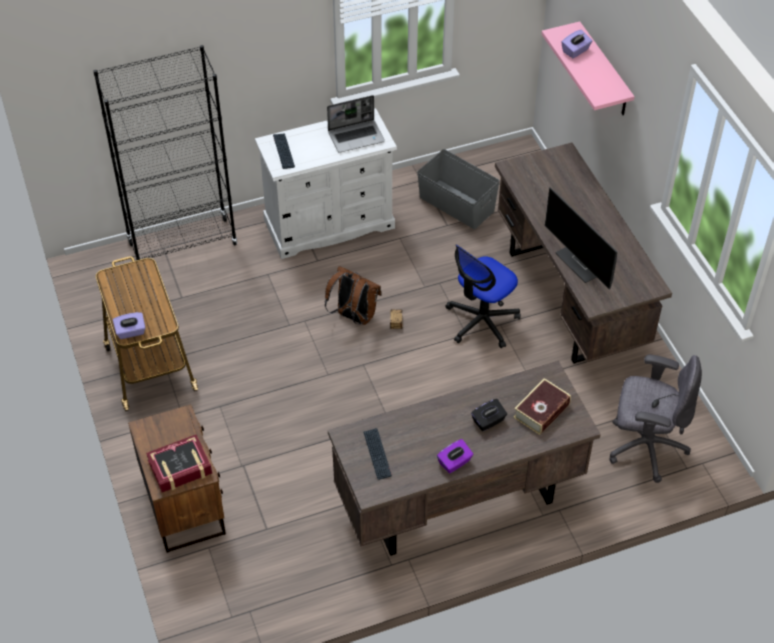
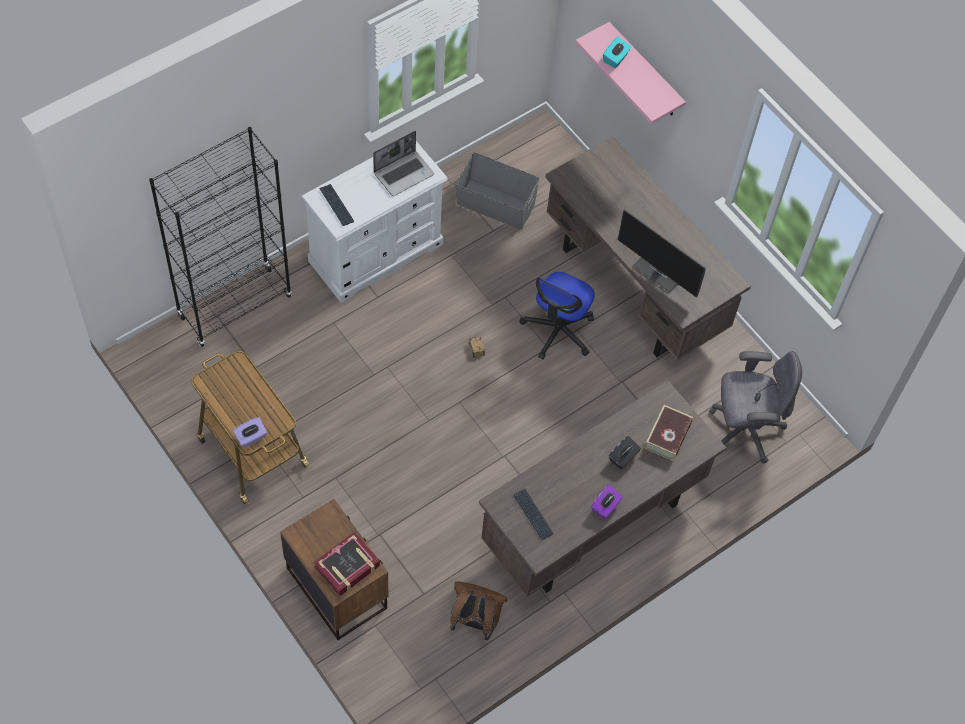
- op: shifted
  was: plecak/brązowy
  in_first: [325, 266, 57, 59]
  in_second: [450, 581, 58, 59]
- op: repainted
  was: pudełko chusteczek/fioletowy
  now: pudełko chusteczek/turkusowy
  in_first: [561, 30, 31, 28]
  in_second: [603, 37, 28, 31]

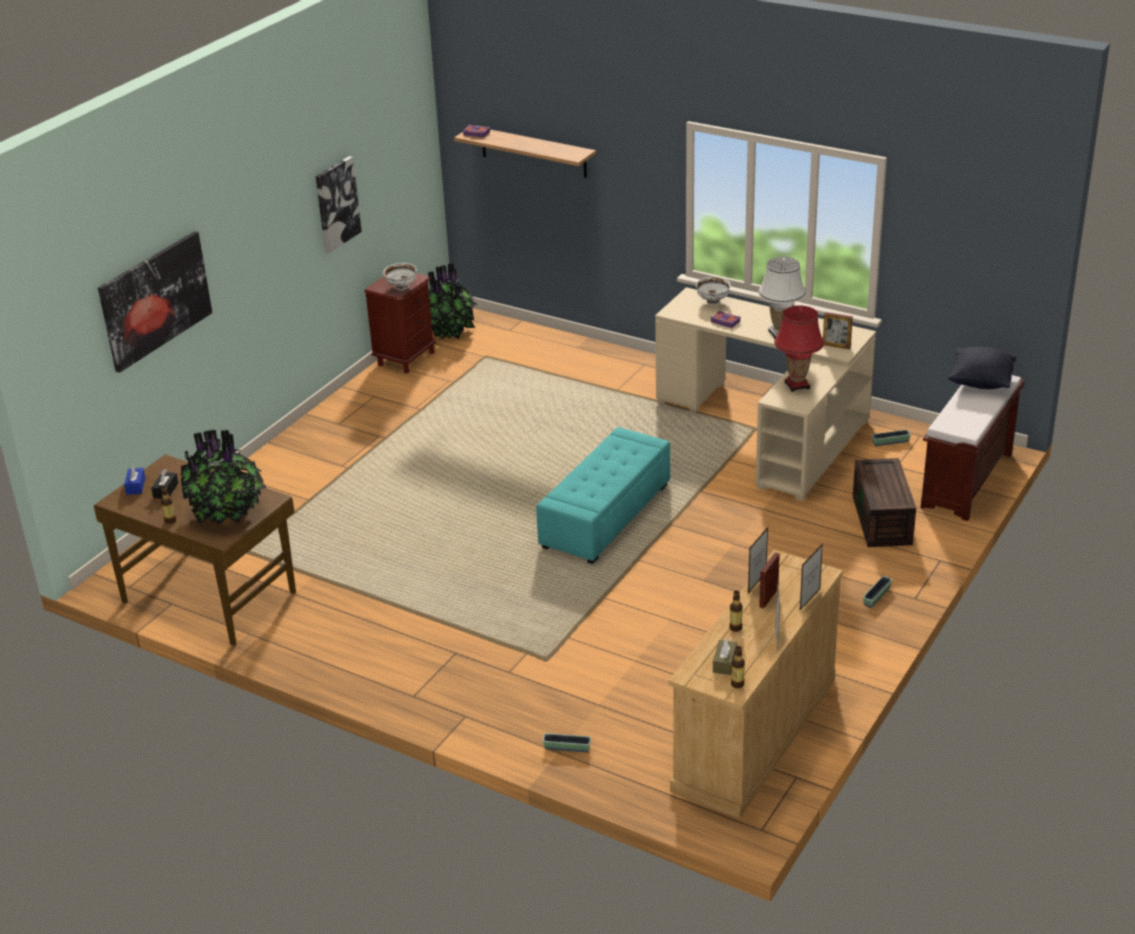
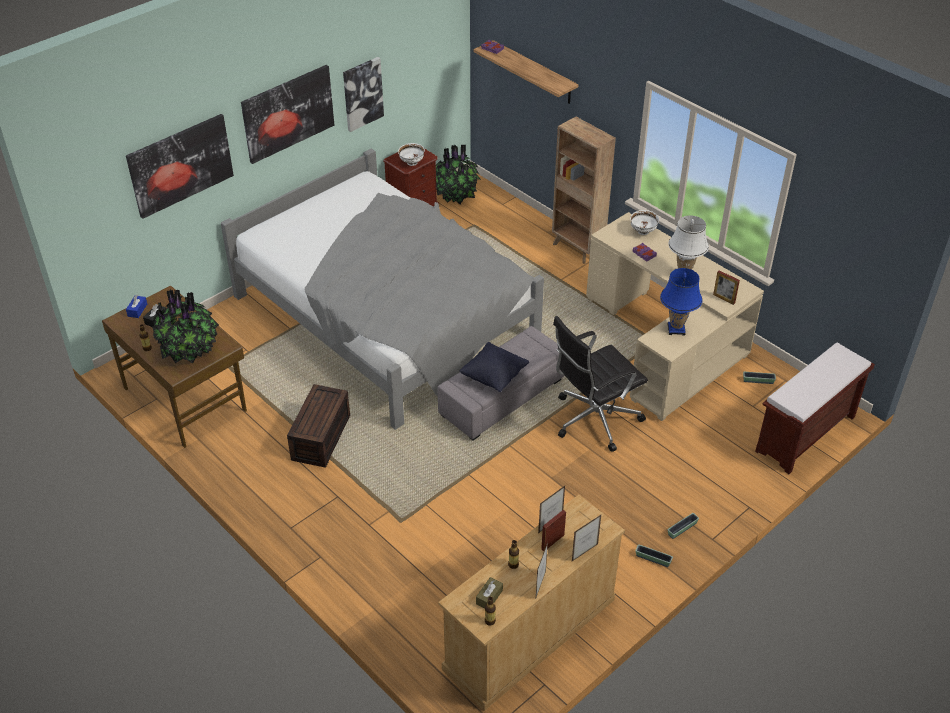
- op: repainted
  was: pufa/turkusowy
  now: pufa/szary
  in_first: [536, 427, 134, 137]
  in_second: [438, 326, 126, 114]
- op: shifted
  was: donica
  in_first: [542, 733, 49, 19]
  in_second: [635, 544, 38, 23]
- op: repainted
  was: lampa stołowa/czerwony
  now: lampa stołowa/niebieski
  in_first: [774, 306, 50, 86]
  in_second: [660, 268, 42, 68]
- op: shifted
  was: pojemnik do przechowywania/brązowy
  in_first: [853, 458, 63, 89]
  in_second: [287, 384, 63, 84]
- op: shifted
  was: poduszka/czarny
  in_first: [948, 347, 69, 42]
  in_second: [459, 342, 70, 50]
- op: new
  now: łóżko/szary
  in_second: [221, 149, 323, 281]
- op: new
  now: obraz
  in_second: [241, 65, 93, 99]
- op: new
  now: regał/brązowy
  in_second: [552, 117, 64, 147]
- op: new
  now: krzesło biurowe/czarny
  in_second: [553, 316, 95, 136]

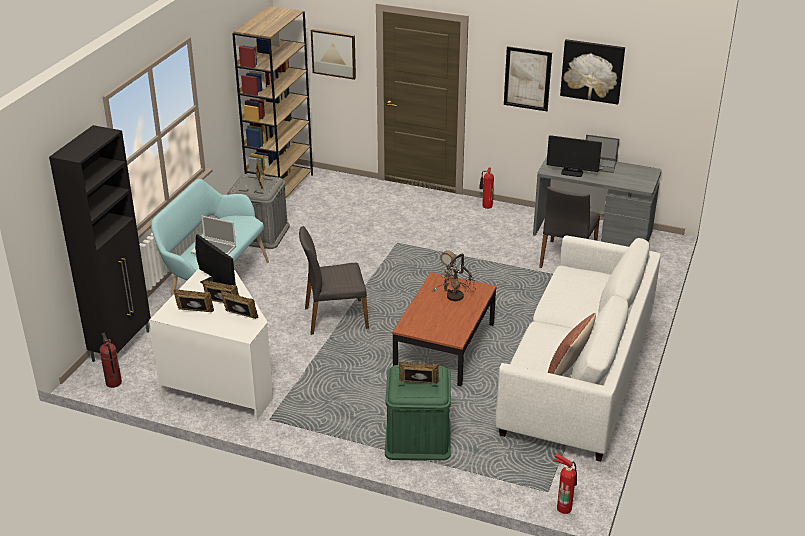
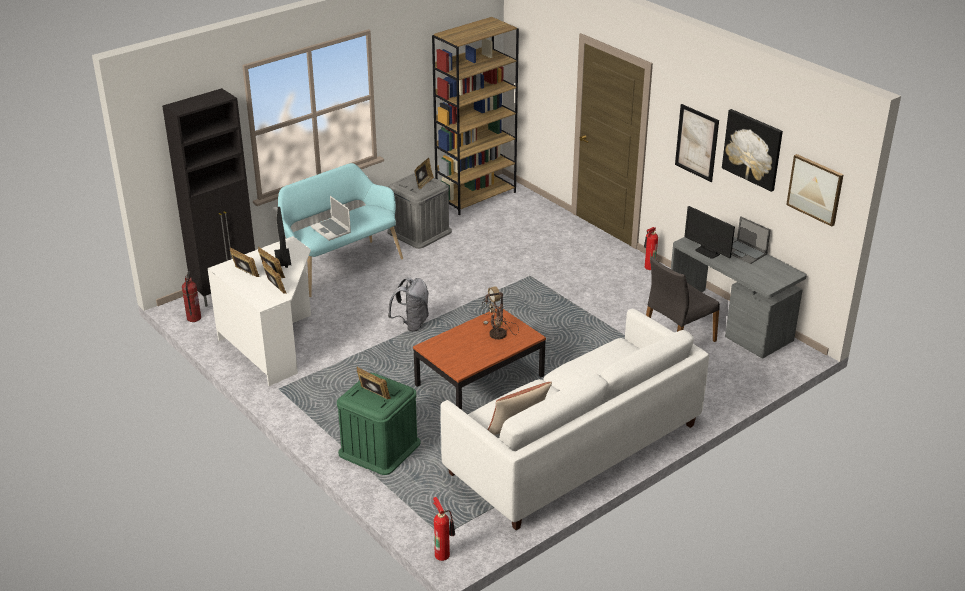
- op: swapped
  was: krzesło/szary
  now: plecak/szary
  in_first: [299, 226, 70, 109]
  in_second: [388, 277, 41, 55]
- op: shifted
  was: obraz
  in_first: [311, 29, 45, 51]
  in_second: [786, 154, 57, 73]

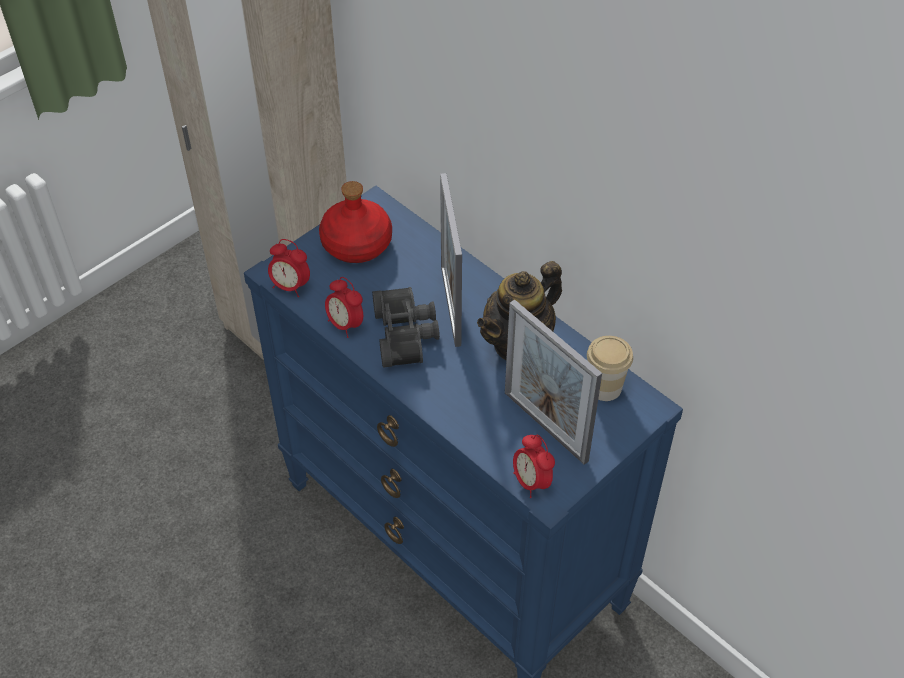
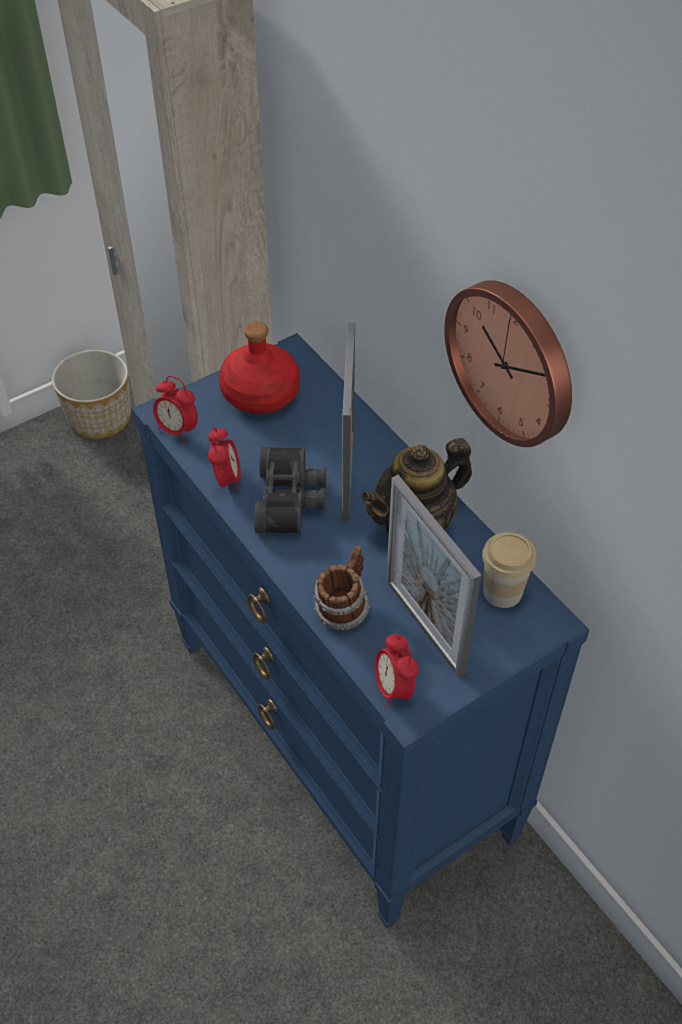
- op: rotated
  was: budzik
  in_first: [325, 277, 38, 61]
  in_second: [208, 428, 33, 64]
  clockwise: -150
- op: new
  now: donica
  in_second: [52, 350, 79, 89]
- op: new
  now: kubek
  in_second: [314, 545, 56, 86]
- op: new
  now: zegar ścienny
  in_second: [444, 280, 128, 167]

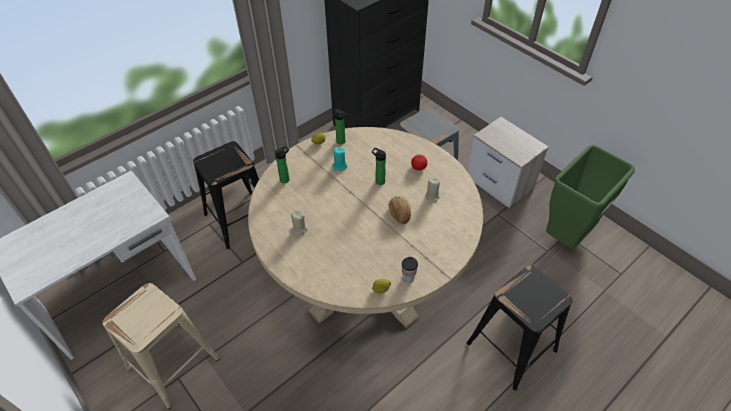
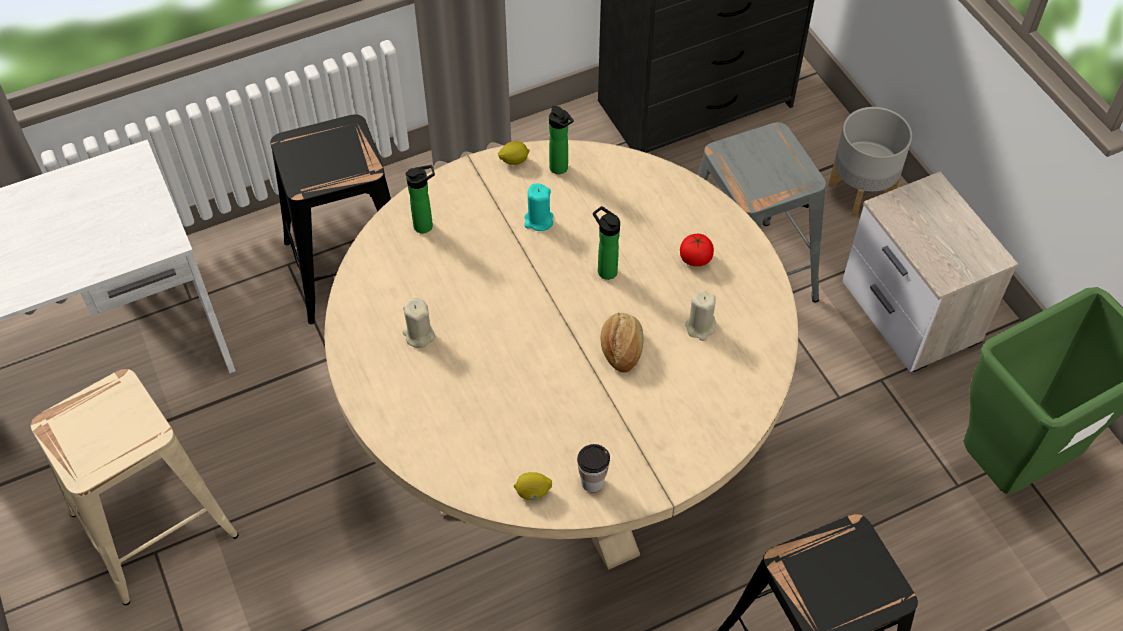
- op: new
  now: donica/szary
  in_second: [828, 107, 84, 110]

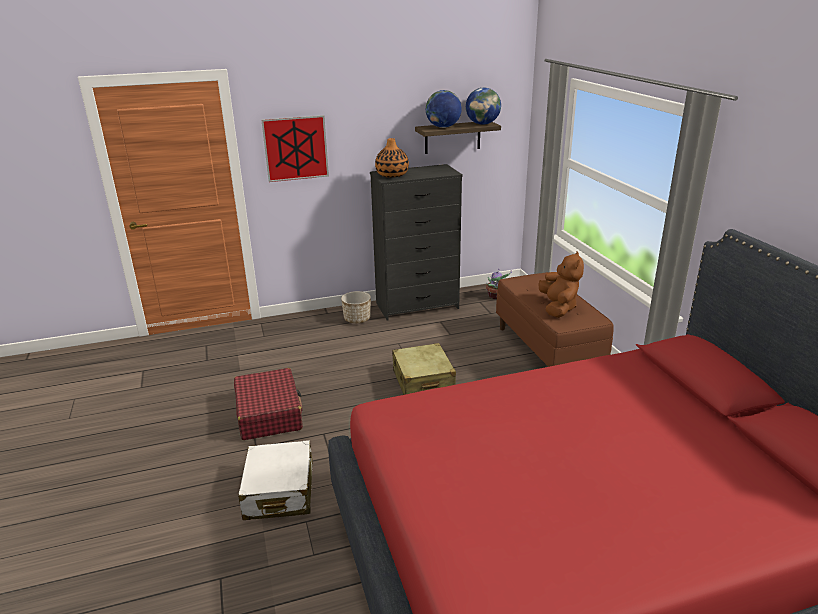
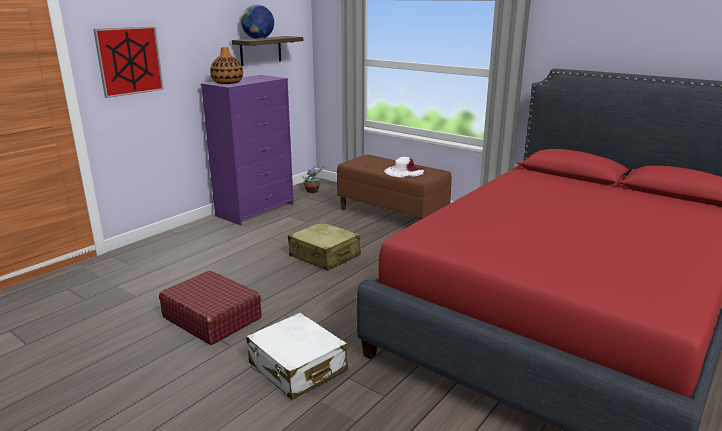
- op: gone
  was: donica
  in_first: [341, 291, 30, 32]
- op: repainted
  was: komoda/czarny
  now: komoda/fioletowy
  in_first: [370, 164, 93, 157]
  in_second: [201, 75, 93, 150]
- op: gone
  was: globus
  in_first: [466, 88, 35, 37]
- op: swapped
  was: pluszak/brązowy
  now: kapelusz/biały
  in_first: [538, 252, 46, 66]
  in_second: [384, 157, 41, 21]

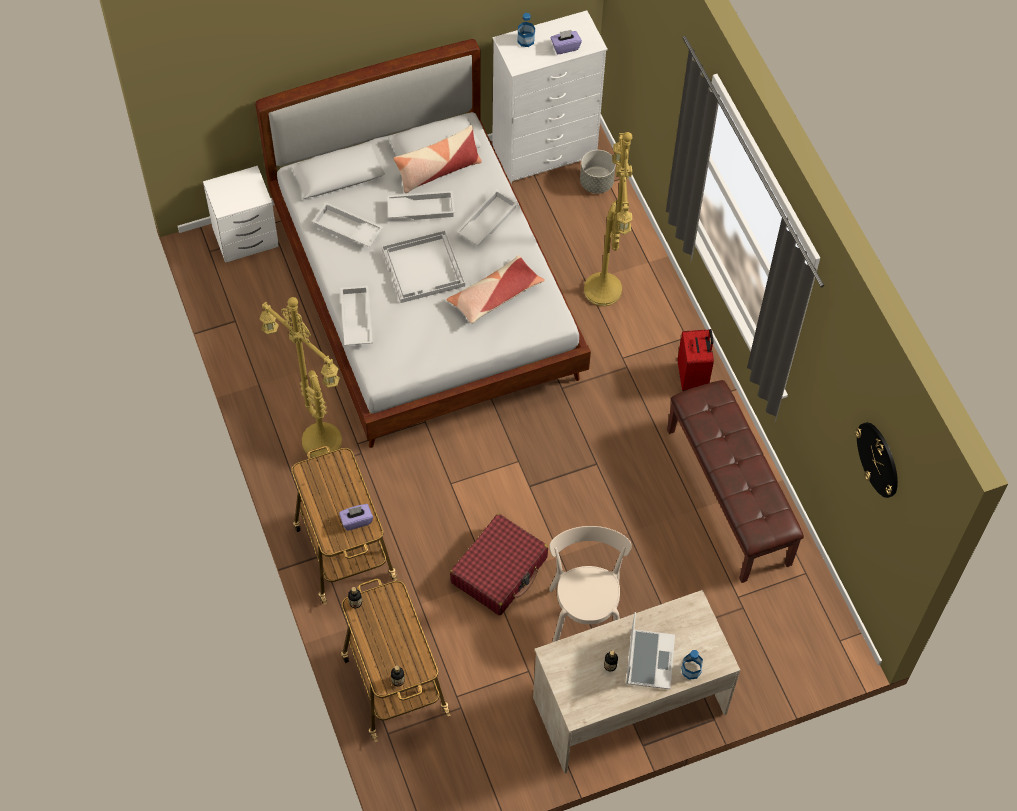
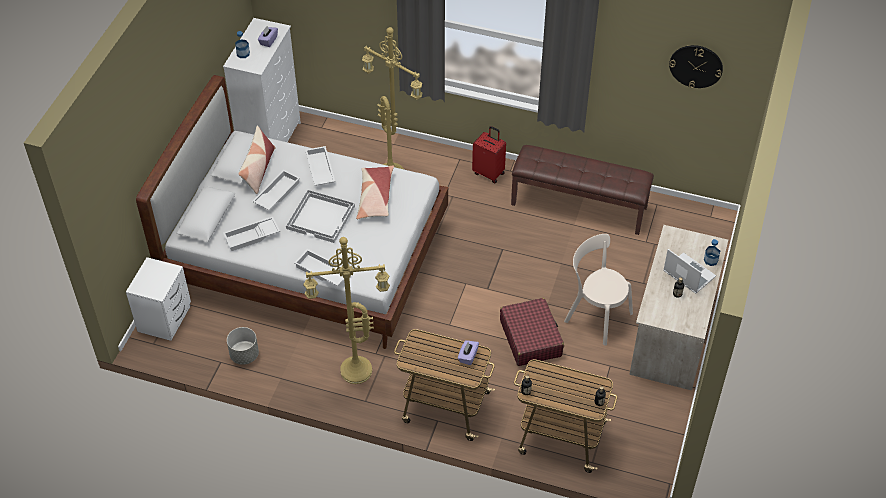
- op: shifted
  was: donica/szary
  in_first: [580, 150, 36, 44]
  in_second: [227, 327, 32, 38]

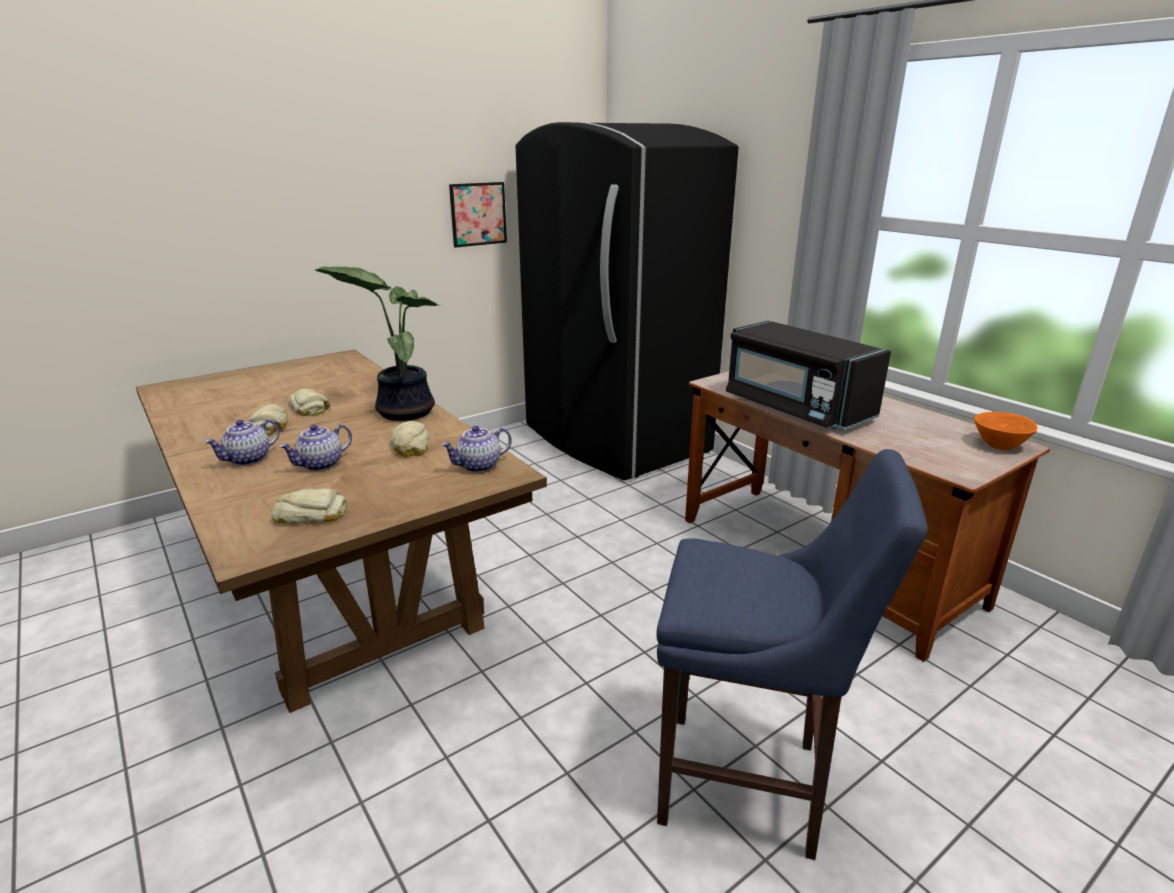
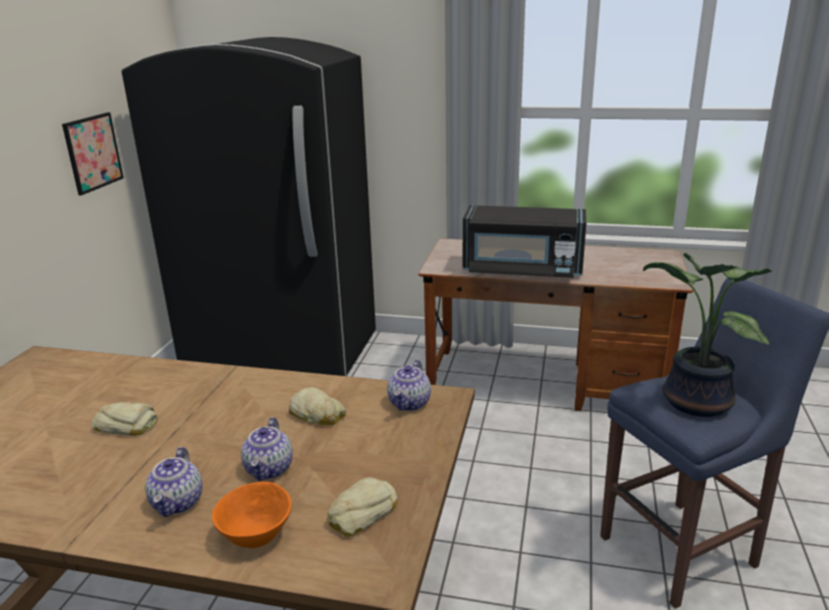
- op: gone
  was: chleb
  in_first: [249, 404, 39, 31]
- op: shifted
  was: roślina doniczkowa
  in_first: [315, 267, 126, 154]
  in_second: [643, 253, 129, 164]
- op: shifted
  was: miska/pomarańczowy
  in_first: [974, 412, 64, 38]
  in_second: [212, 482, 79, 66]

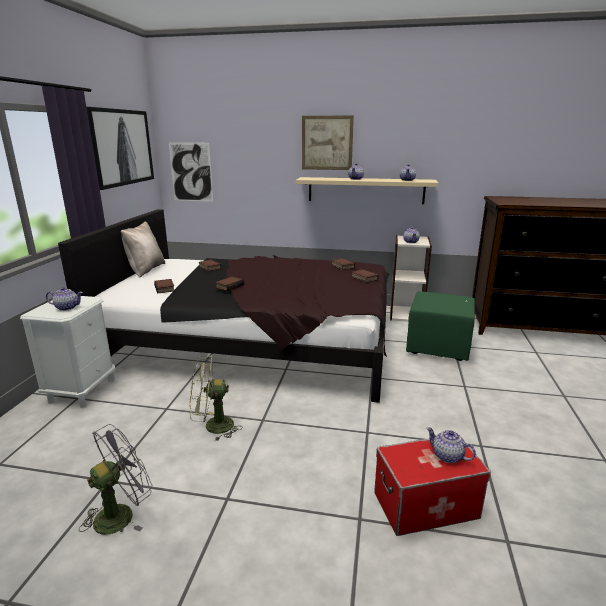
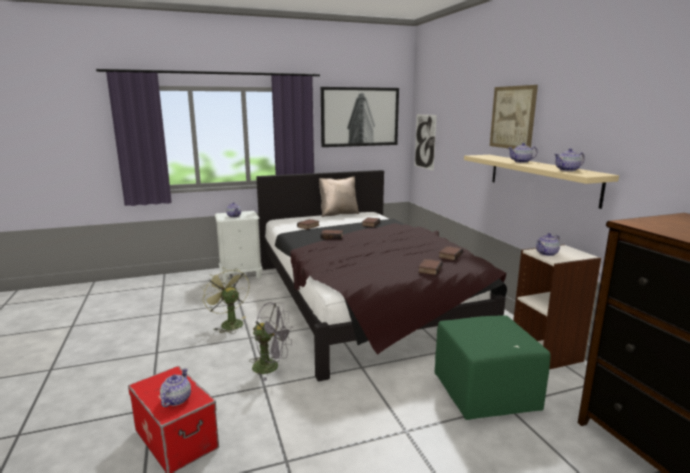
- op: shifted
  was: wentylator/szary
  in_first: [79, 424, 73, 111]
  in_second: [249, 302, 44, 79]

